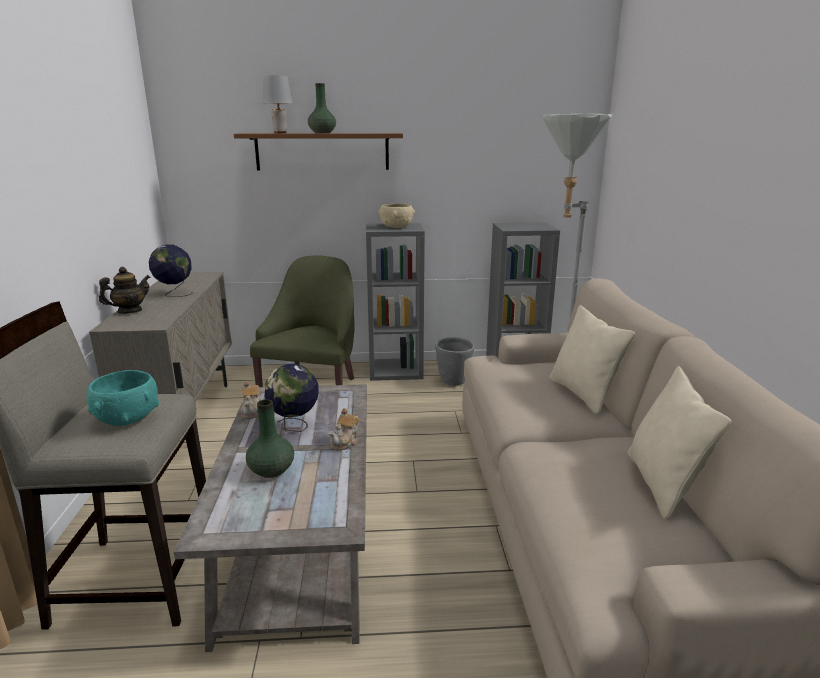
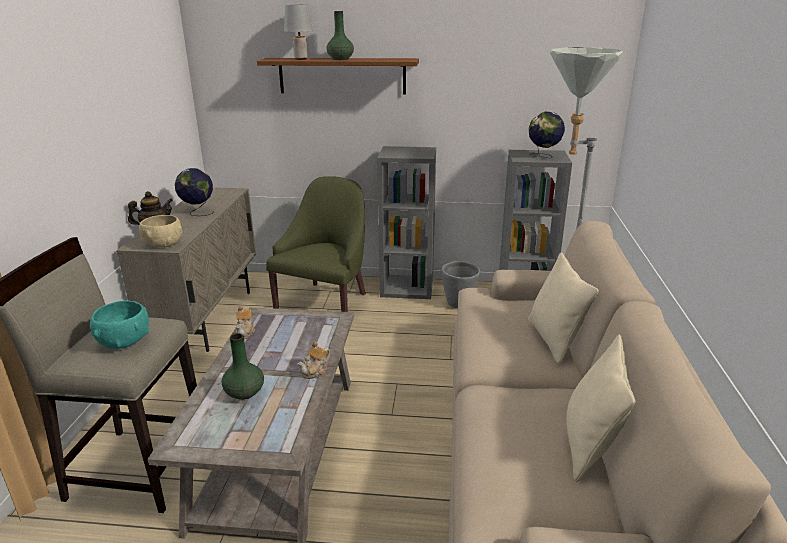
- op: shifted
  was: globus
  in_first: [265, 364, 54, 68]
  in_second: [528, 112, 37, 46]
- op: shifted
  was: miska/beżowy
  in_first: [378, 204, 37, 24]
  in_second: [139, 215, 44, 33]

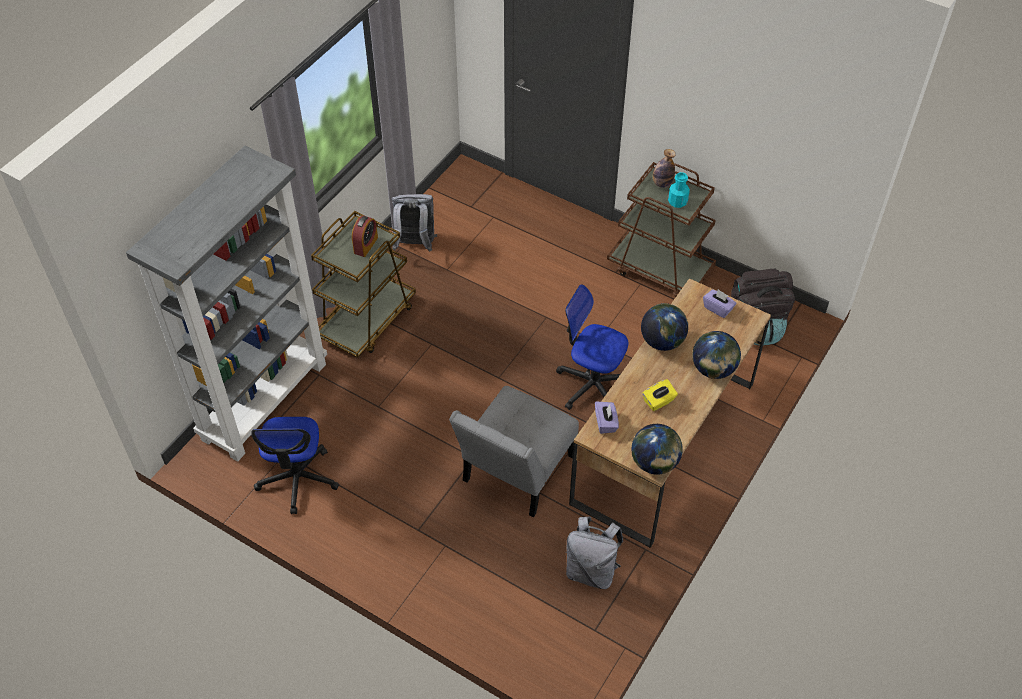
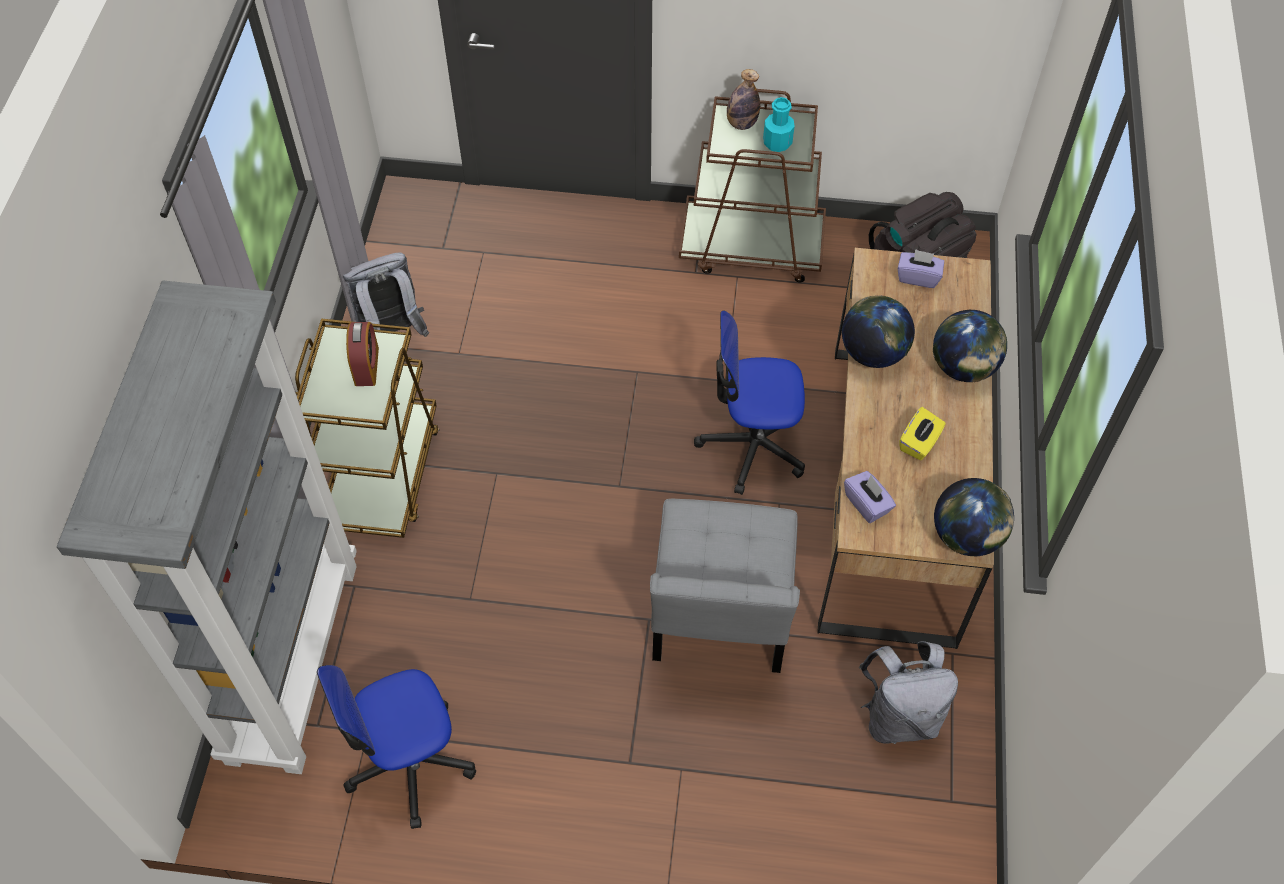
- op: rotated
  was: krzesło biurowe
  in_first: [251, 417, 88, 97]
  in_second: [317, 665, 159, 164]
  clockwise: 90

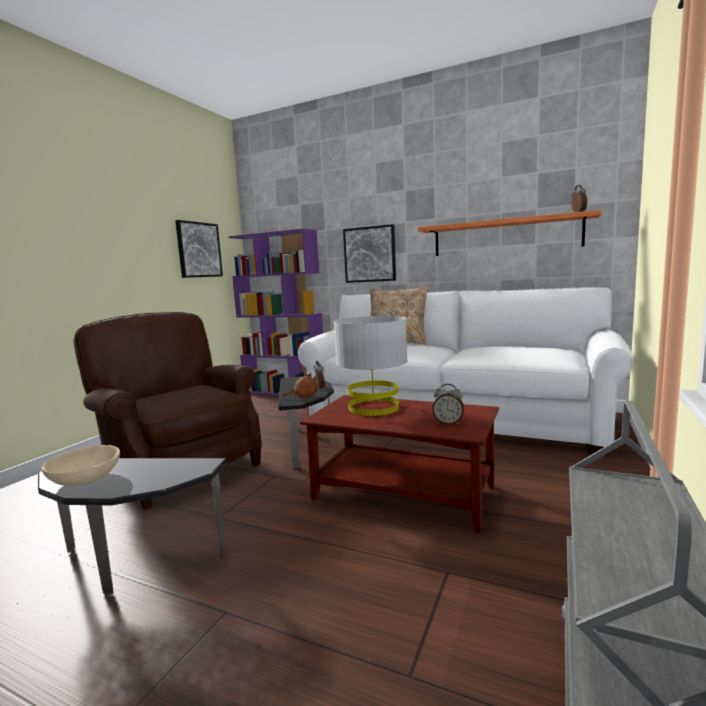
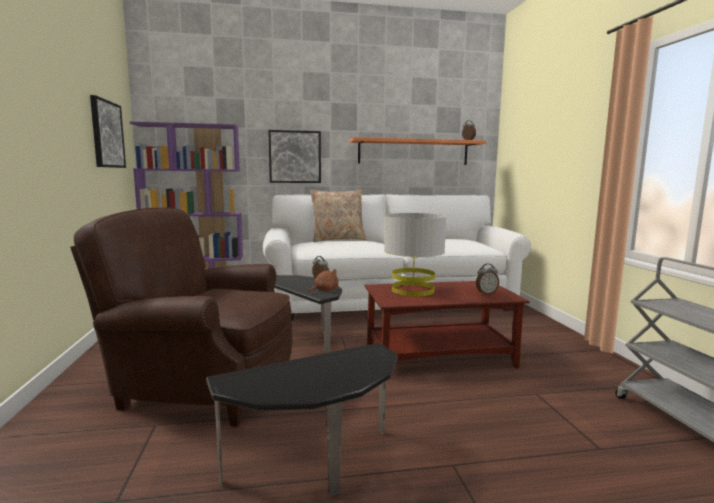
- op: gone
  was: miska/beżowy
  in_first: [42, 445, 78, 41]

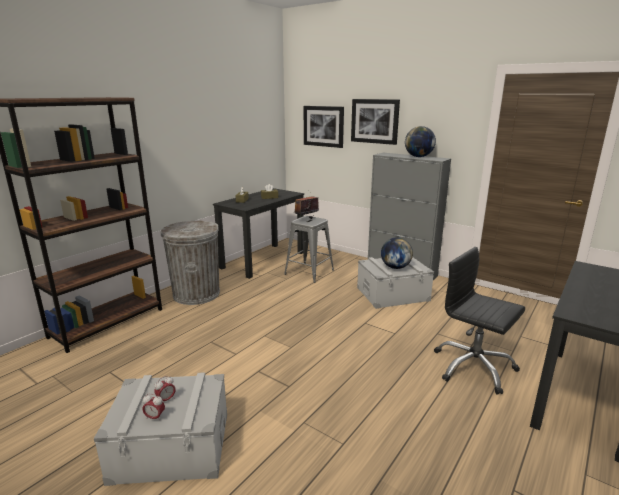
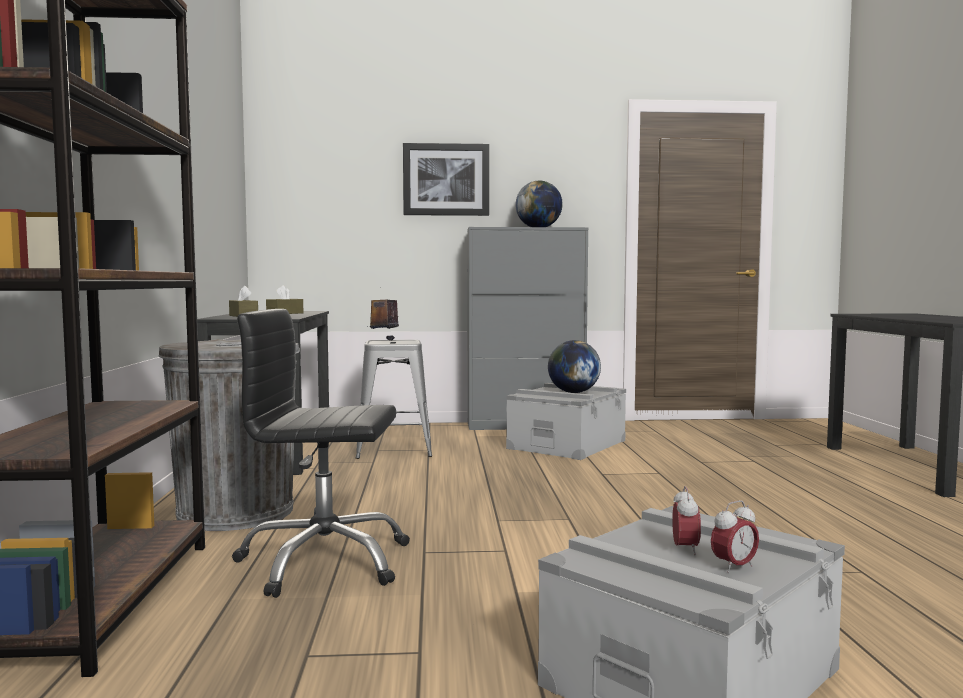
- op: gone
  was: obraz
  in_first: [304, 106, 40, 42]
- op: shifted
  was: krzesło biurowe/czarny
  in_first: [434, 247, 91, 148]
  in_second: [232, 309, 178, 289]

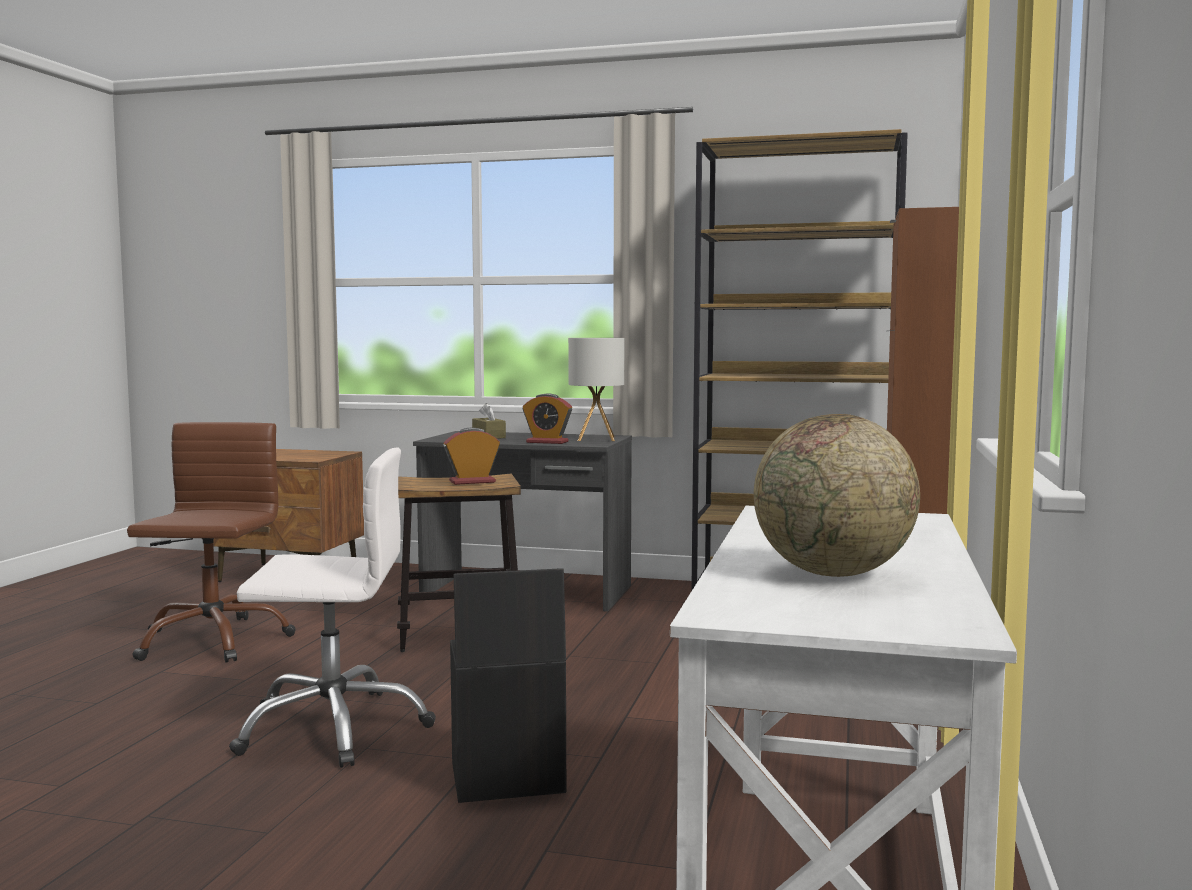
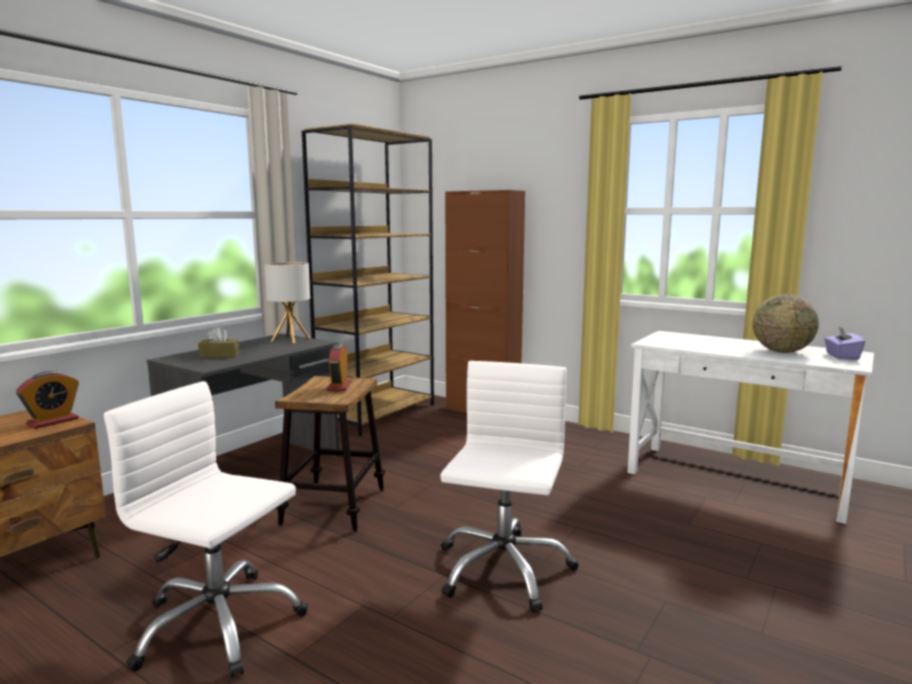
- op: repainted
  was: krzesło biurowe/brązowy
  now: krzesło biurowe/biały
  in_first: [127, 422, 169, 241]
  in_second: [104, 381, 203, 297]
- op: gone
  was: pojemnik do przechowywania/czarny
  in_first: [450, 568, 116, 235]
- op: shifted
  was: budzik
  in_first: [523, 393, 49, 51]
  in_second: [16, 371, 63, 58]
- op: new
  now: pudełko chusteczek/fioletowy
  in_second: [824, 327, 41, 33]

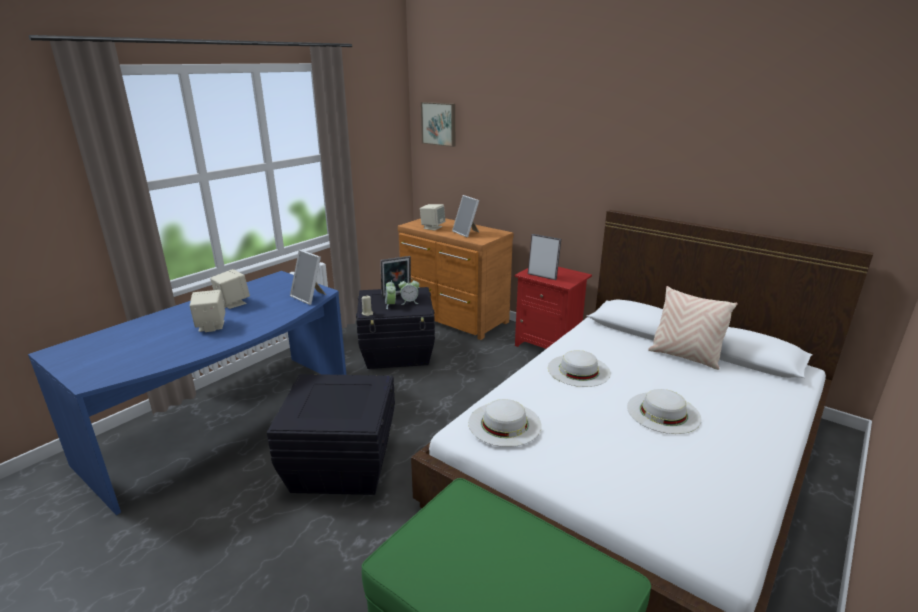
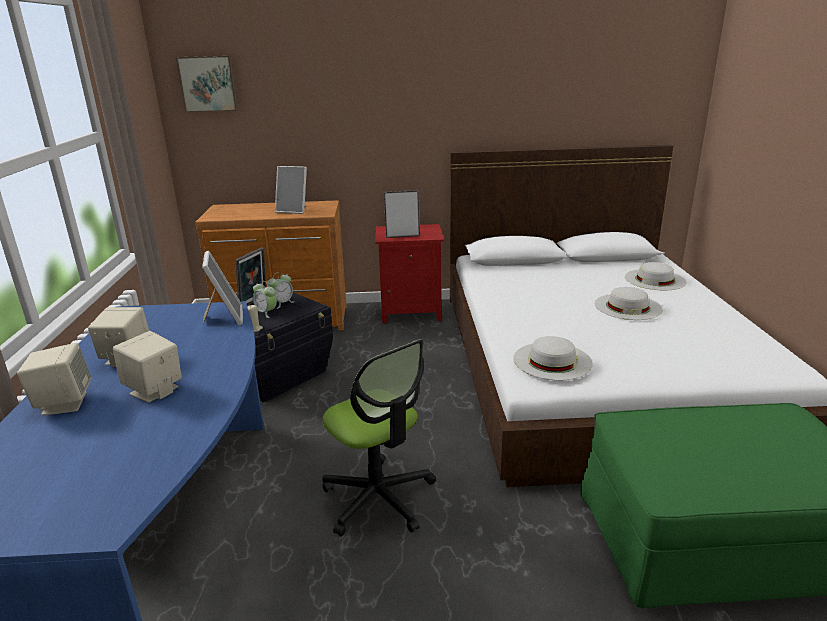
- op: swapped
  was: pojemnik do przechowywania/czarny
  now: krzesło biurowe
  in_first: [267, 374, 128, 121]
  in_second: [322, 339, 114, 197]
- op: rotated
  was: ramka na zdjęcie
  in_first: [290, 250, 36, 55]
  in_second: [202, 251, 41, 74]
  clockwise: -105
- op: shifted
  was: głośnik/beżowy
  in_first: [420, 204, 25, 27]
  in_second: [17, 343, 74, 72]
- op: shifted
  was: kapelusz/biały
  in_first: [548, 350, 63, 37]
  in_second: [625, 262, 61, 28]
- op: gone
  was: poduszka/beżowy
  in_first: [648, 286, 90, 84]

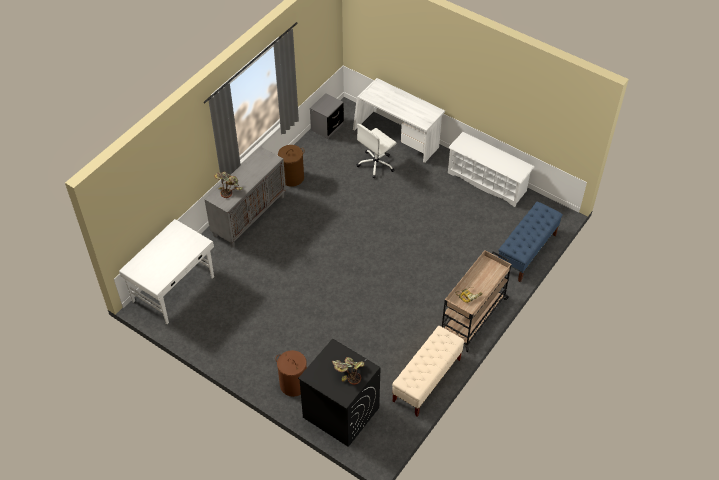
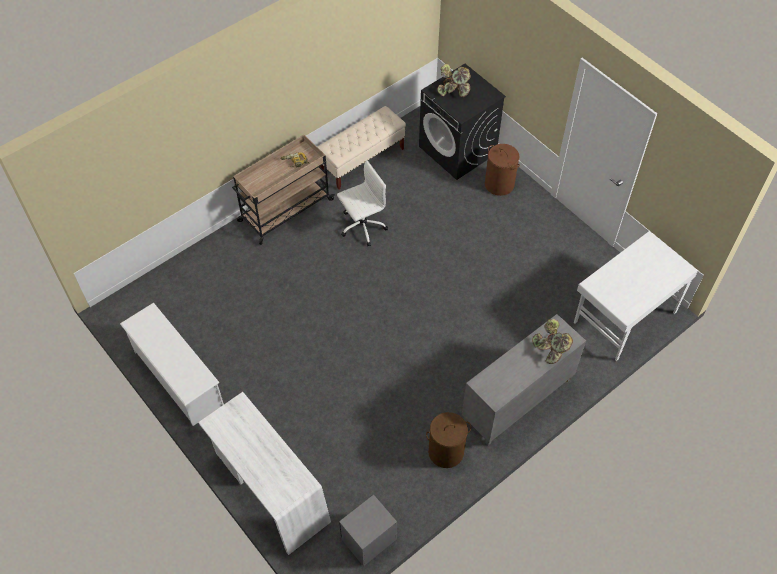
- op: shifted
  was: krzesło biurowe/biały
  in_first: [356, 123, 41, 55]
  in_second: [337, 160, 51, 86]
- op: gone
  was: ławka/niebieski
  in_first: [498, 202, 65, 81]

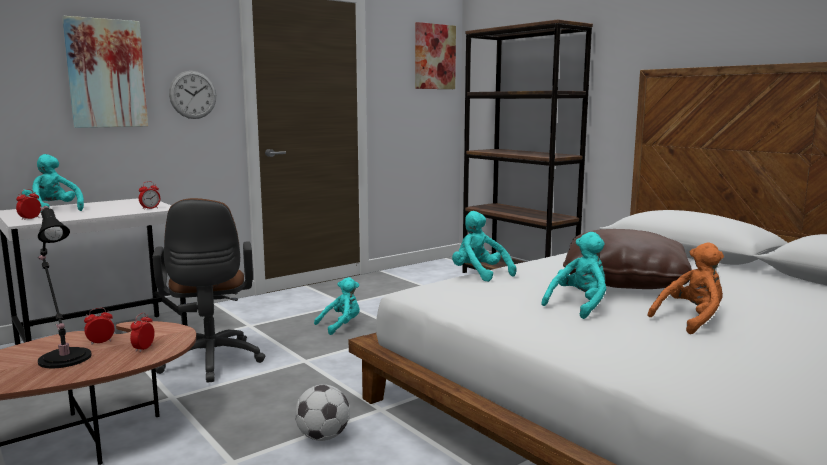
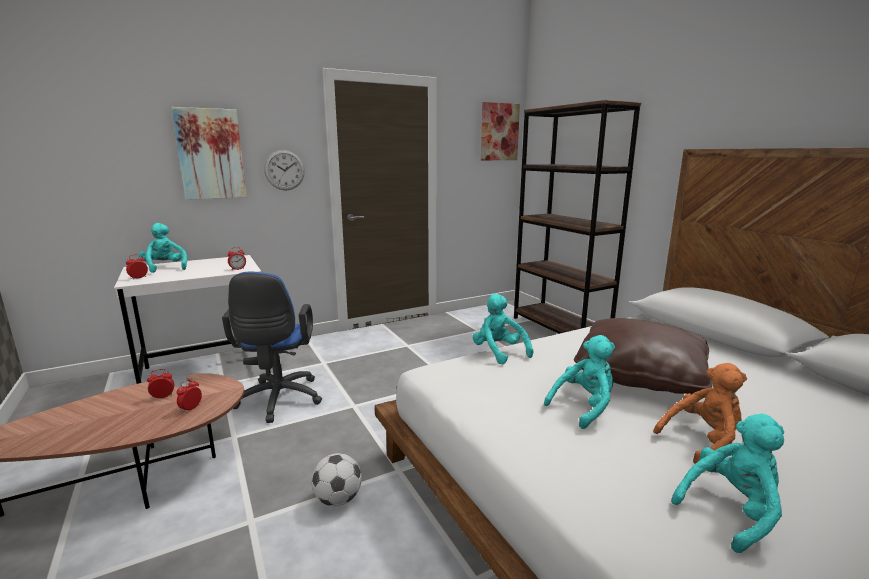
- op: gone
  was: lampa stołowa/czarny
  in_first: [38, 206, 54, 162]
- op: repainted
  was: krzesło biurowe/brązowy
  now: krzesło biurowe/niebieski
  in_first: [152, 198, 114, 185]
  in_second: [222, 272, 100, 151]
- op: shifted
  was: pluszak/turkusowy
  in_first: [314, 277, 46, 58]
  in_second: [671, 414, 113, 139]

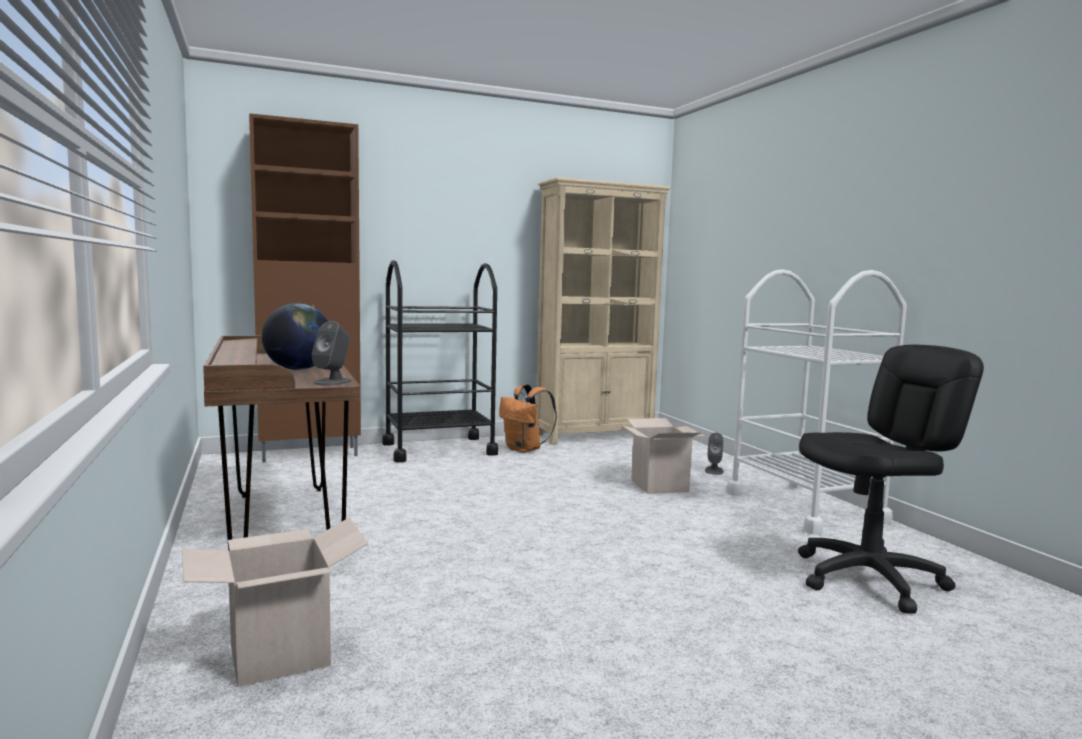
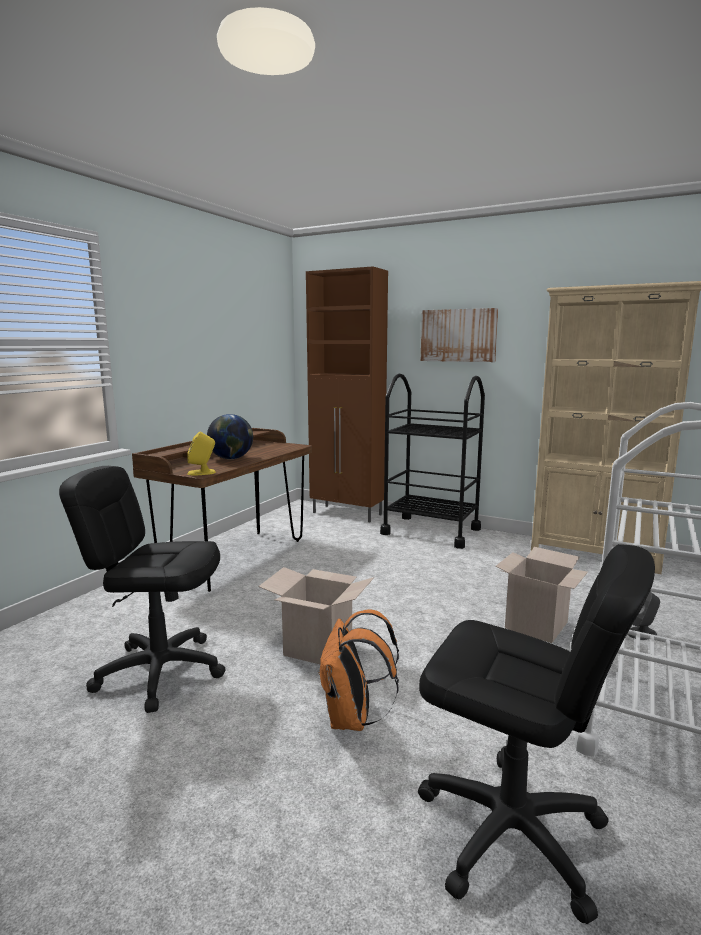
- op: shifted
  was: karton
  in_first: [182, 517, 186, 170]
  in_second: [258, 567, 116, 97]
- op: repainted
  was: głośnik/szary
  now: głośnik/żółty
  in_first: [312, 321, 39, 65]
  in_second: [187, 432, 29, 44]
- op: shifted
  was: plecak/pomarańczowy
  in_first: [499, 384, 58, 69]
  in_second: [319, 609, 80, 122]
- op: new
  now: krzesło biurowe/czarny
  in_second: [59, 466, 167, 247]
- op: new
  now: obraz
  in_second: [421, 308, 77, 54]

